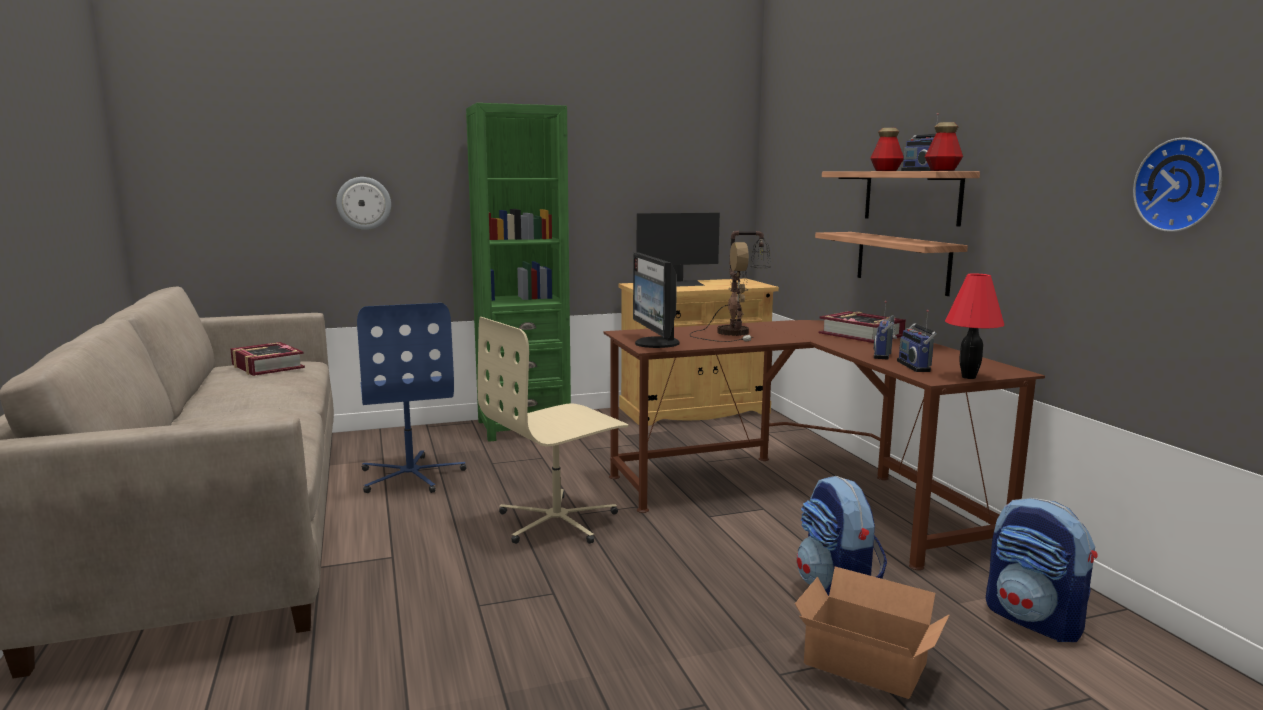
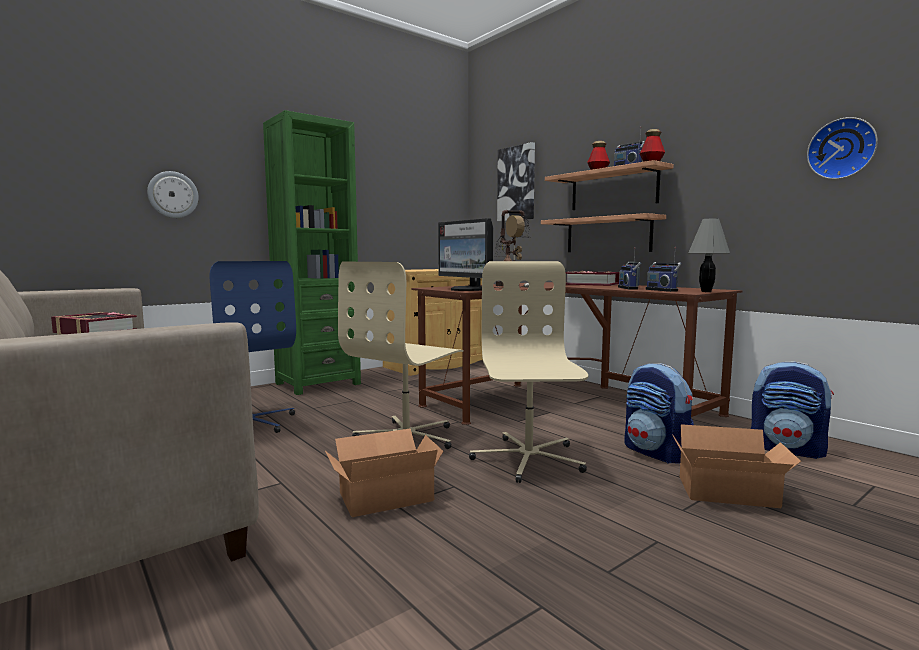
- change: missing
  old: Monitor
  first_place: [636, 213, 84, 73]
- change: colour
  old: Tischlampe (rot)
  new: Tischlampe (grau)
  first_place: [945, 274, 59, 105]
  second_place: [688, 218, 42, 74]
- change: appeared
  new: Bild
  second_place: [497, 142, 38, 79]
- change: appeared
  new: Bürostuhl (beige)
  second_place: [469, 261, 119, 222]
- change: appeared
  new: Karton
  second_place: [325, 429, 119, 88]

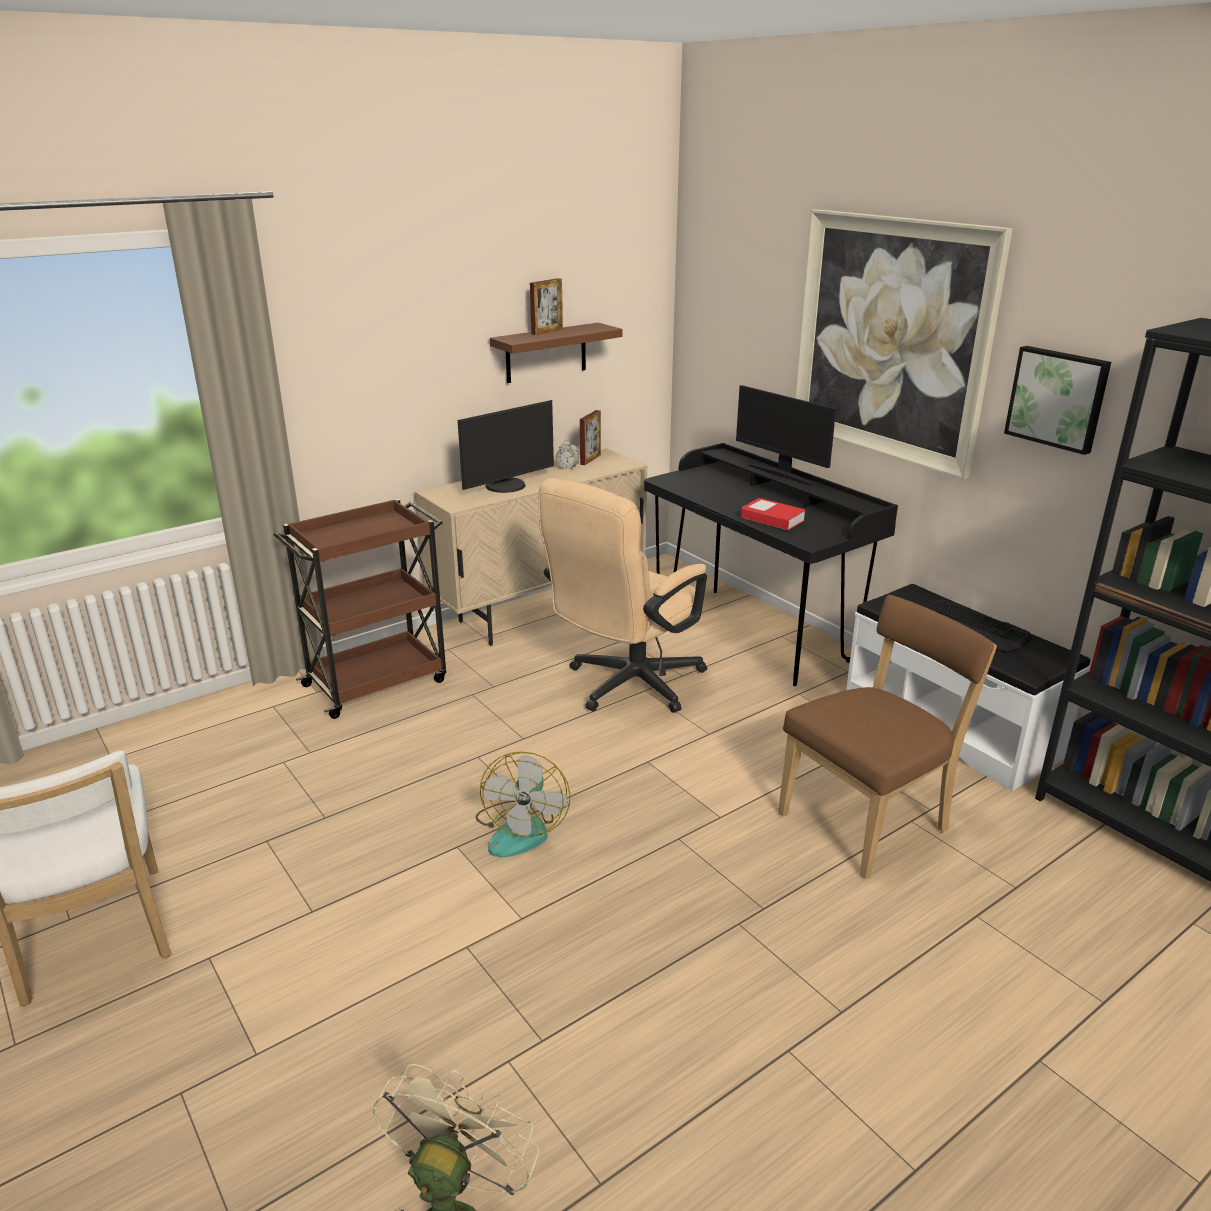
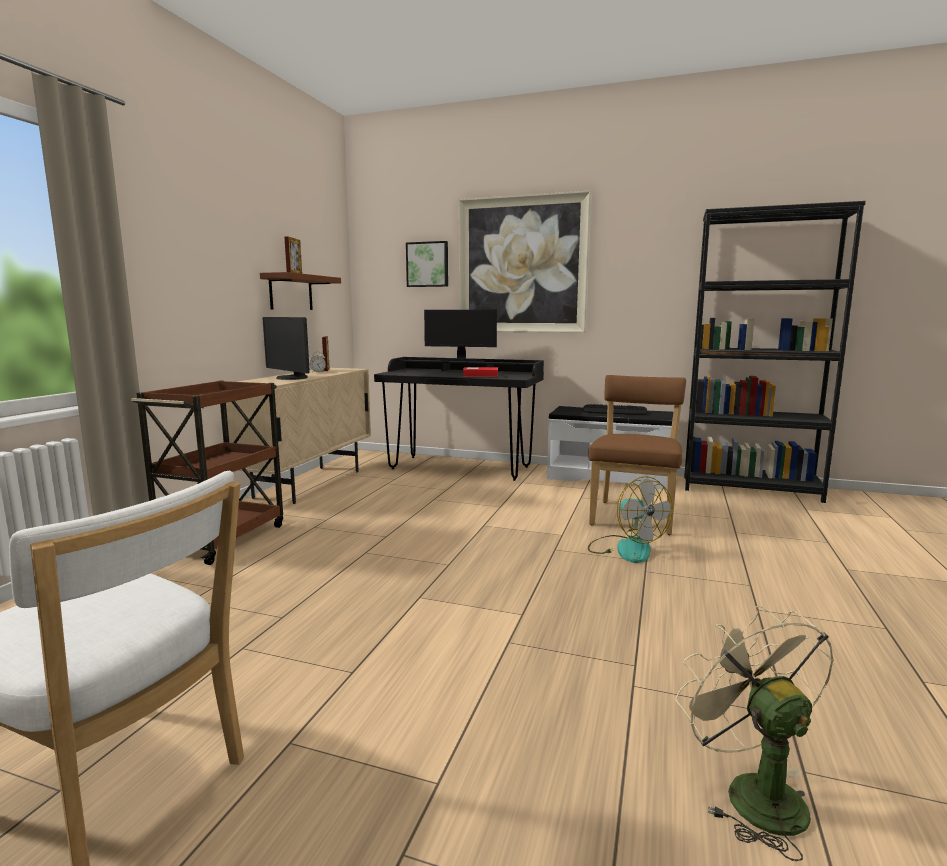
- change: relocated
  old: Bild
  first_place: [1004, 346, 107, 109]
  second_place: [406, 241, 42, 46]
- change: spun
  old: Monitor
  first_place: [458, 400, 96, 93]
  second_place: [263, 317, 47, 63]
  degrees: 120
- change: missing
  old: Bürostuhl (beige)
  first_place: [538, 478, 169, 235]
- change: relocated
  old: Ventilator
  first_place: [476, 751, 95, 106]
  second_place: [588, 476, 85, 87]

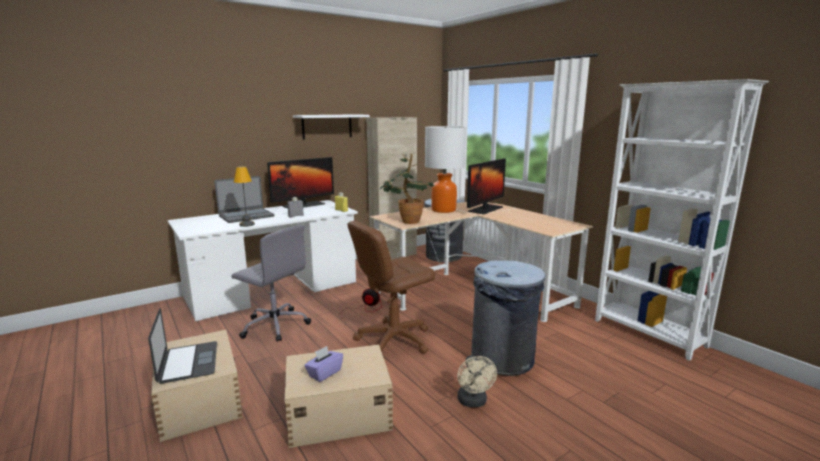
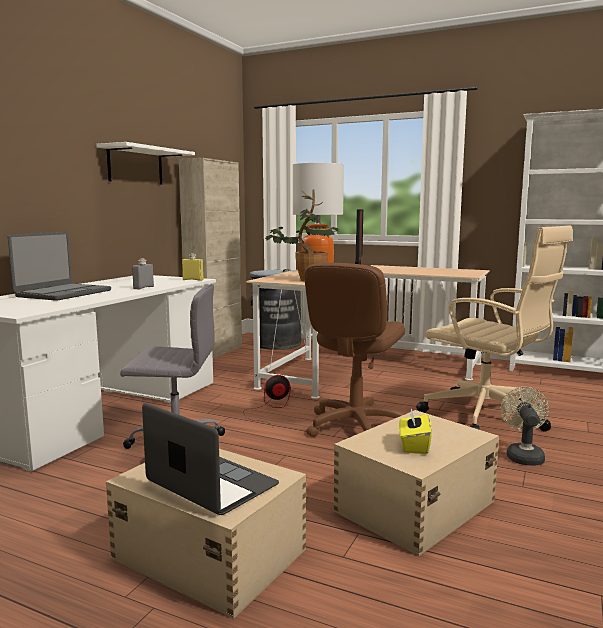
- change: missing
  old: Monitor
  first_place: [267, 157, 67, 52]
- change: missing
  old: Tischlampe
  first_place: [234, 166, 21, 61]
- change: exchanged
  old: Mülleimer (grau)
  new: Bürostuhl (beige)
  first_place: [471, 260, 75, 116]
  second_place: [416, 225, 156, 206]
- change: colour
  old: Taschentuchbox (lila)
  new: Taschentuchbox (gelb)
  first_place: [304, 346, 39, 36]
  second_place: [399, 408, 33, 46]
- change: spun
  old: Ventilator (beige)
  first_place: [457, 355, 40, 53]
  second_place: [501, 387, 48, 79]
  degrees: -135

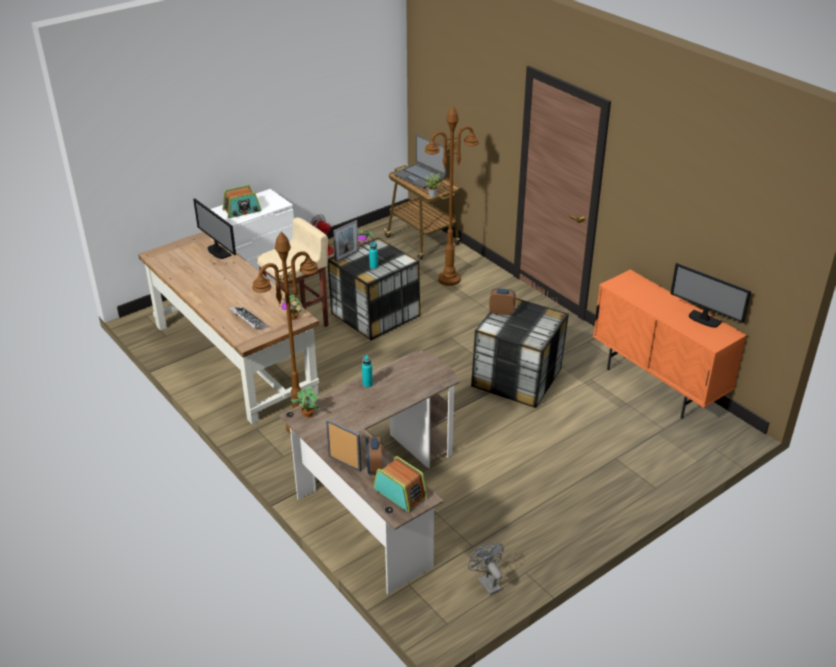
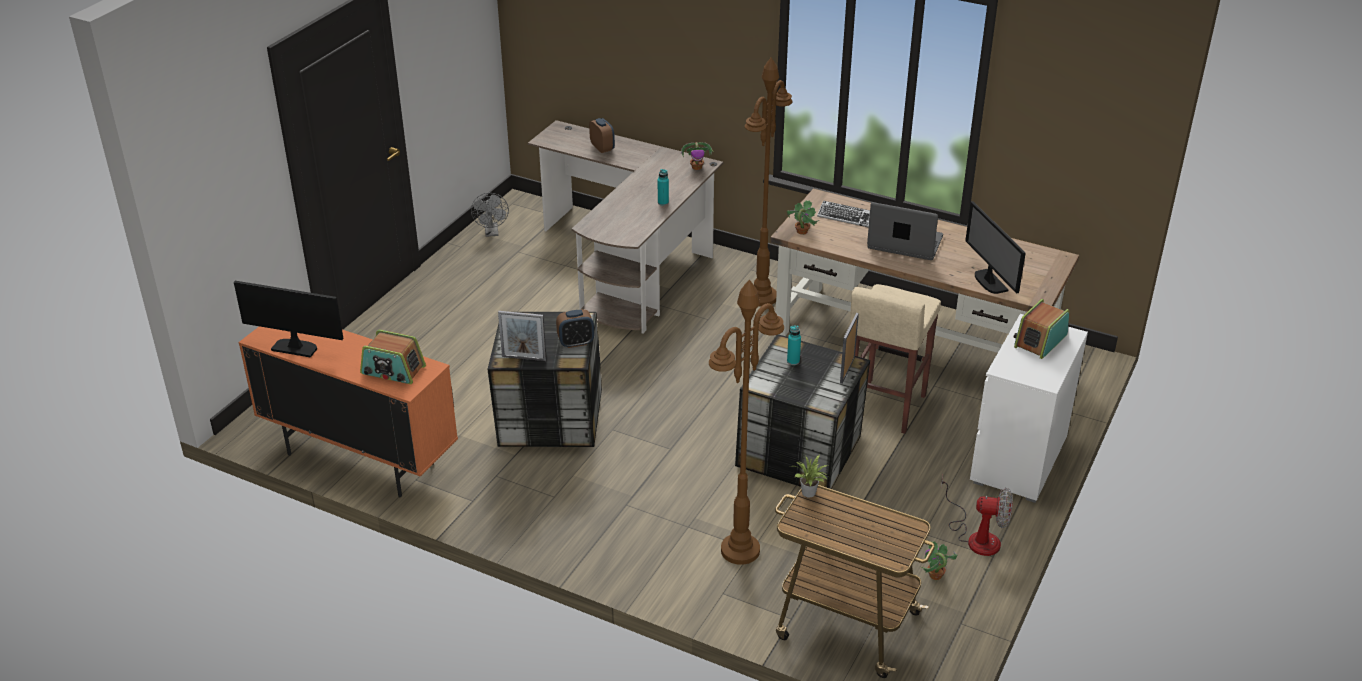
- change: relocated
  old: Laptop
  first_place: [394, 135, 52, 54]
  second_place: [867, 202, 76, 58]
- change: spun
  old: Monitor
  first_place: [193, 199, 43, 60]
  second_place: [965, 201, 61, 93]
  degrees: -135
- change: relocated
  old: Bilderrahmen
  first_place: [326, 419, 35, 52]
  second_place: [498, 311, 48, 50]
- change: relocated
  old: Radio
  first_place: [374, 456, 54, 56]
  second_place: [360, 330, 66, 54]
- change: spun
  old: Ventilator (grau)
  first_place: [468, 543, 36, 52]
  second_place: [471, 193, 38, 44]
  degrees: 45

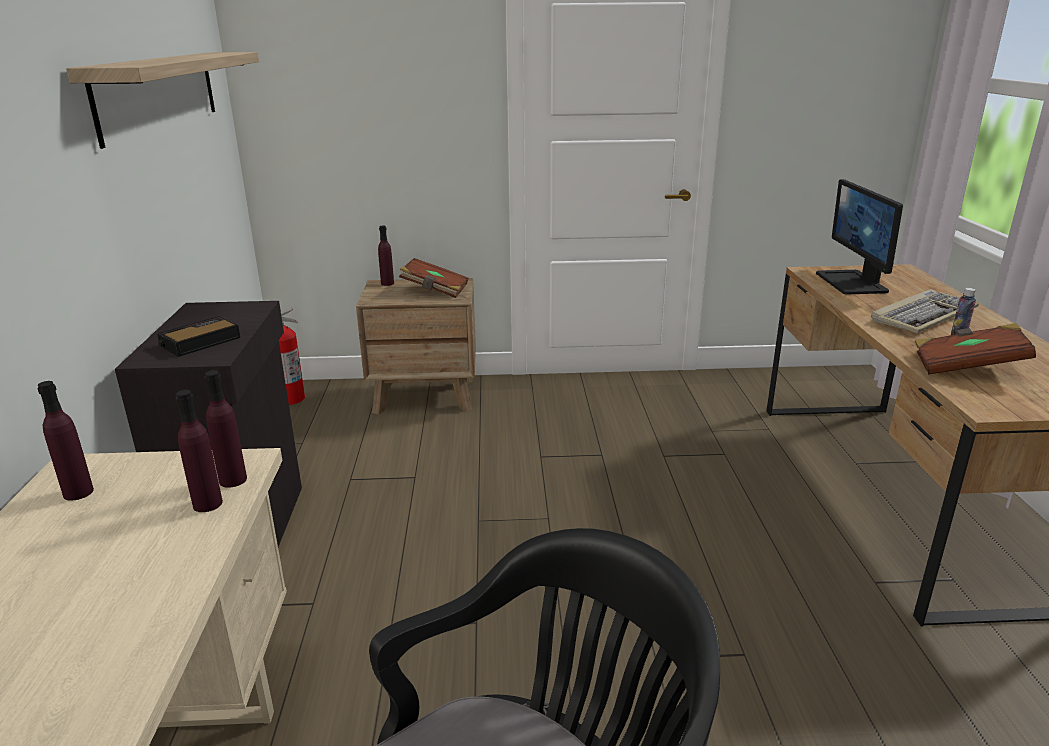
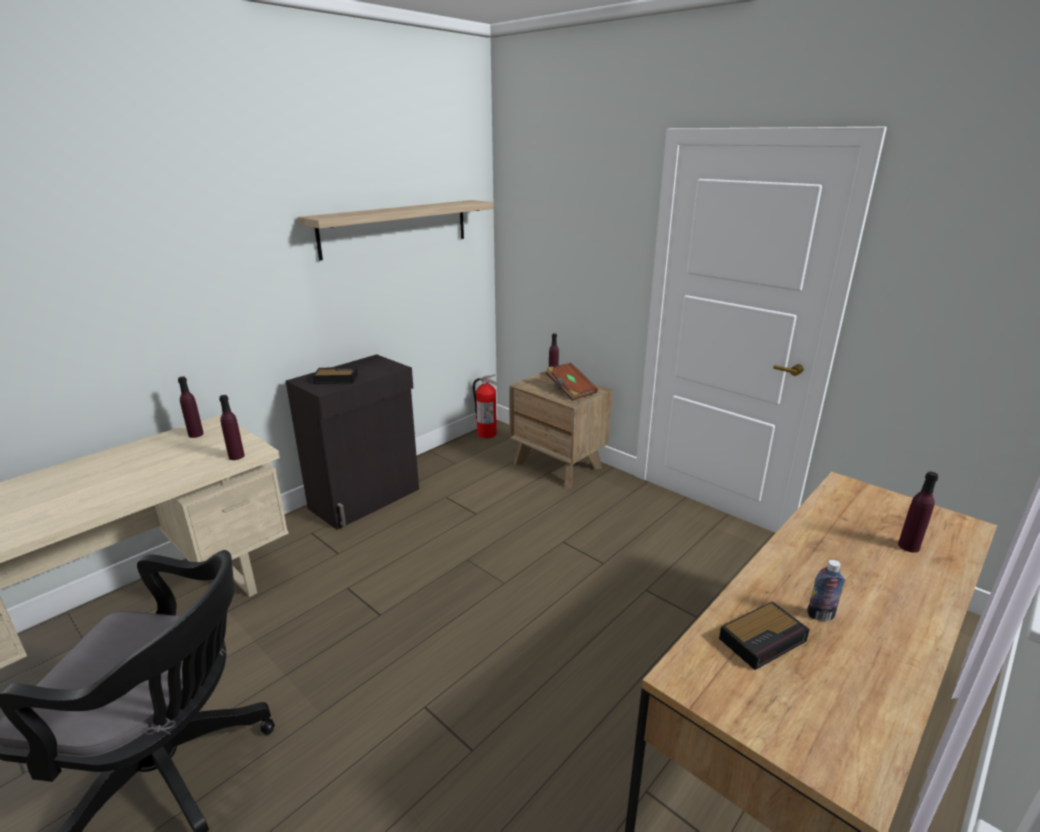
- change: missing
  old: Monitor
  first_place: [816, 179, 87, 115]
- change: missing
  old: Tastatur
  first_place: [871, 289, 108, 44]
- change: exchanged
  old: Buch (braun)
  new: Wecker
  first_place: [915, 323, 121, 52]
  second_place: [719, 601, 91, 69]
- change: relocated
  old: Flasche (lila)
  first_place: [175, 390, 48, 122]
  second_place: [898, 472, 40, 81]

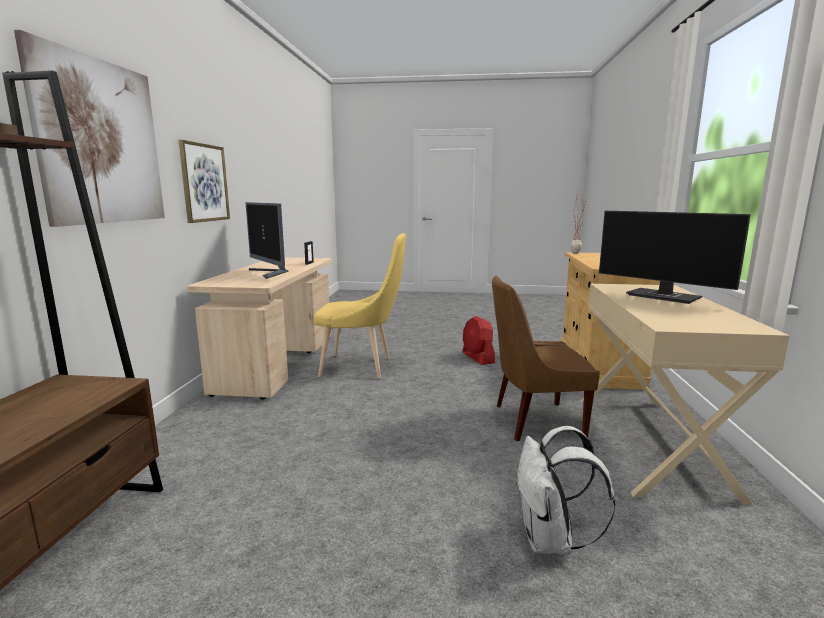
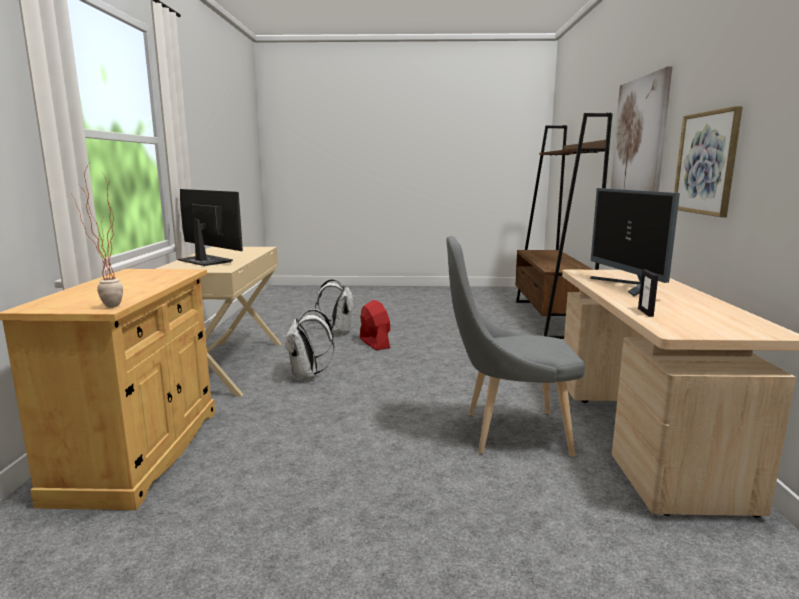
- change: spun
  old: Monitor
  first_place: [246, 202, 42, 77]
  second_place: [590, 188, 90, 108]
  degrees: -150
- change: colour
  old: Stuhl (gelb)
  new: Stuhl (grau)
  first_place: [314, 233, 92, 145]
  second_place: [446, 236, 139, 221]
- change: exchanged
  old: Stuhl (braun)
  new: Rucksack (weiß)
  first_place: [492, 276, 108, 165]
  second_place: [285, 309, 49, 71]
- change: relocated
  old: Ventilator (rot)
  first_place: [463, 316, 32, 49]
  second_place: [360, 300, 30, 50]

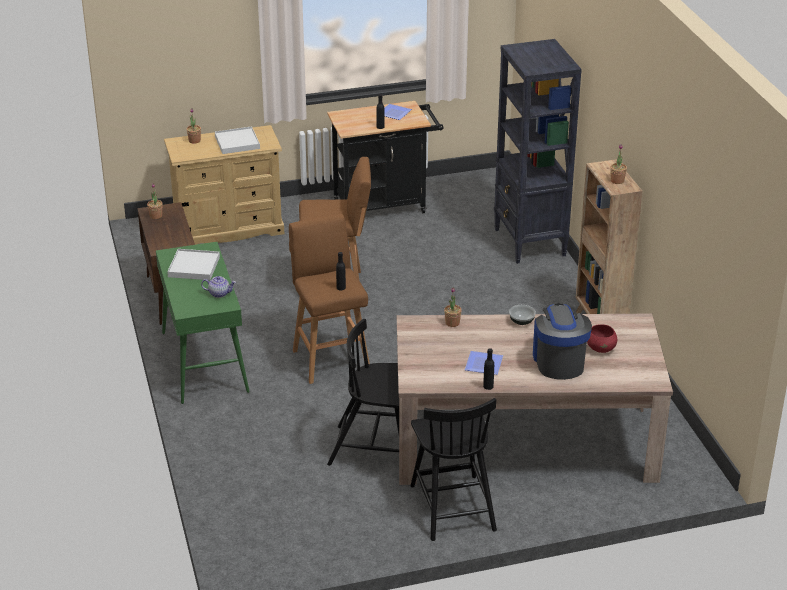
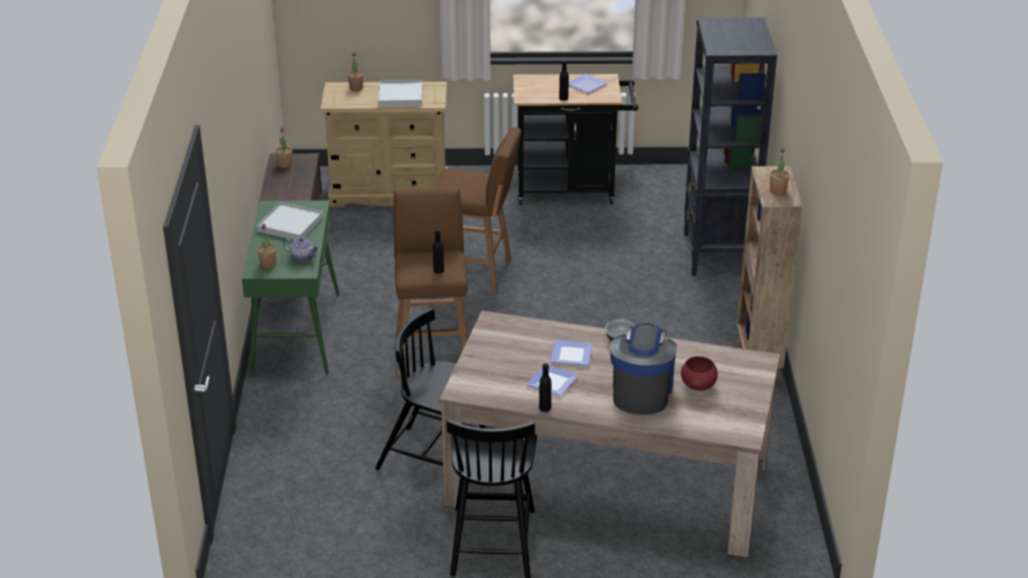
- change: relocated
  old: Topfpflanze
  first_place: [444, 288, 18, 39]
  second_place: [257, 224, 19, 44]
- change: appeared
  new: Teller
  second_place: [550, 340, 43, 26]

